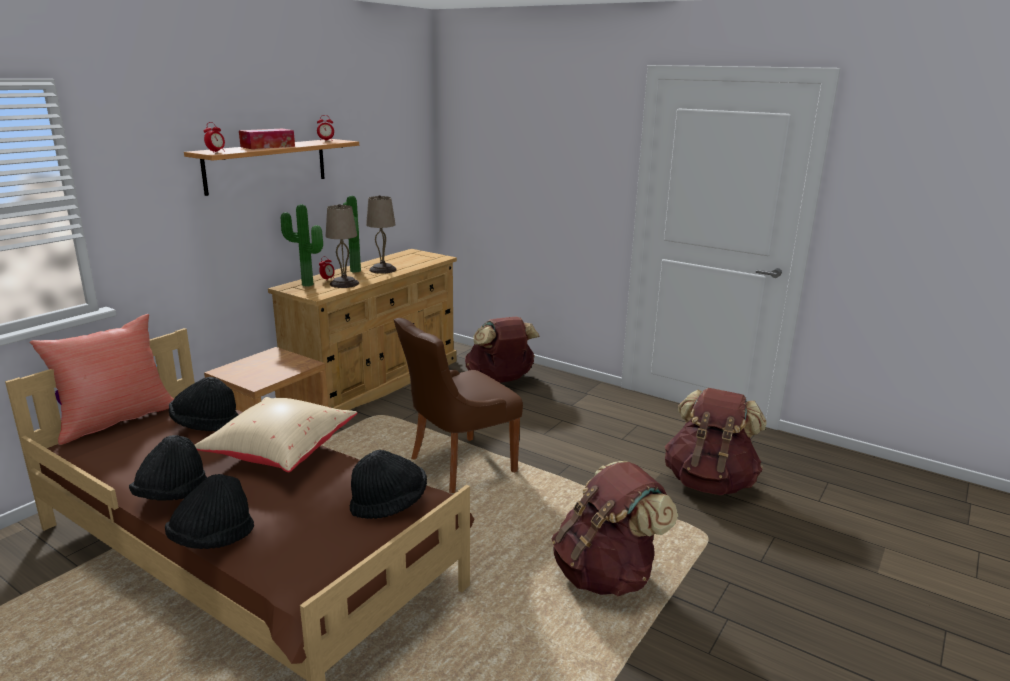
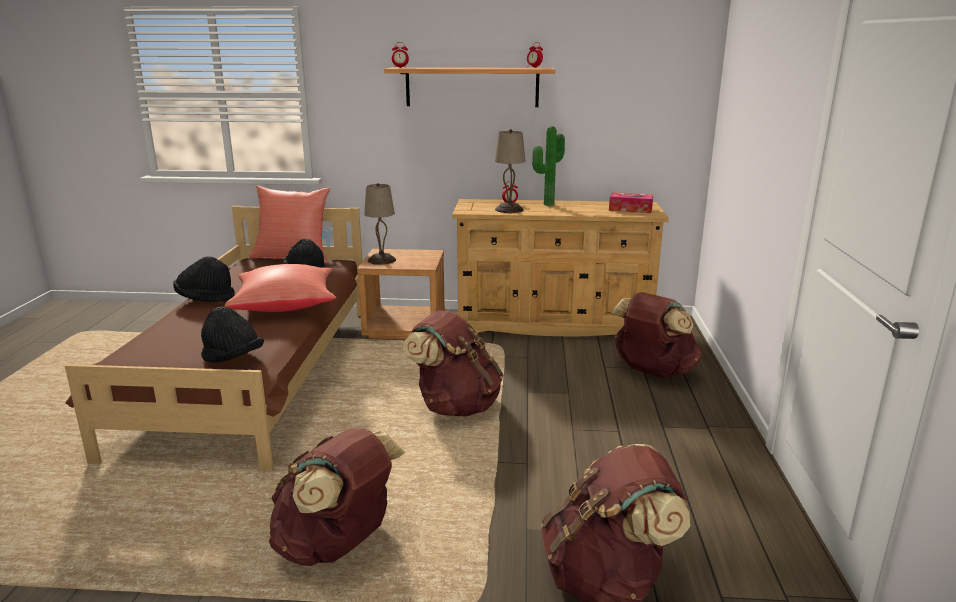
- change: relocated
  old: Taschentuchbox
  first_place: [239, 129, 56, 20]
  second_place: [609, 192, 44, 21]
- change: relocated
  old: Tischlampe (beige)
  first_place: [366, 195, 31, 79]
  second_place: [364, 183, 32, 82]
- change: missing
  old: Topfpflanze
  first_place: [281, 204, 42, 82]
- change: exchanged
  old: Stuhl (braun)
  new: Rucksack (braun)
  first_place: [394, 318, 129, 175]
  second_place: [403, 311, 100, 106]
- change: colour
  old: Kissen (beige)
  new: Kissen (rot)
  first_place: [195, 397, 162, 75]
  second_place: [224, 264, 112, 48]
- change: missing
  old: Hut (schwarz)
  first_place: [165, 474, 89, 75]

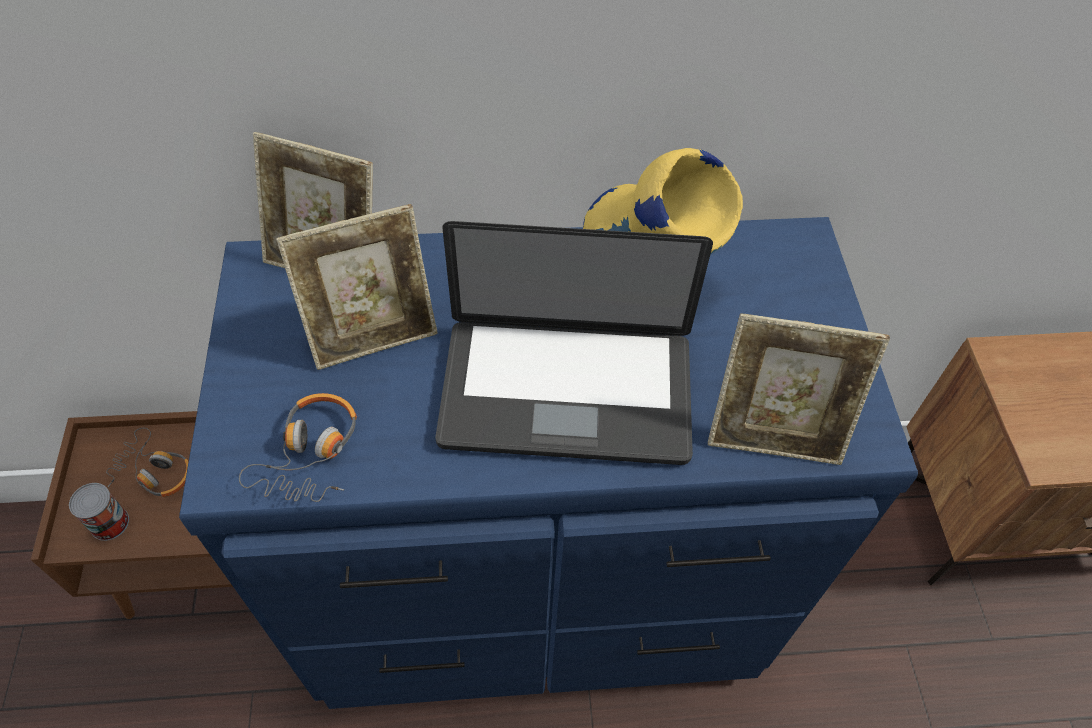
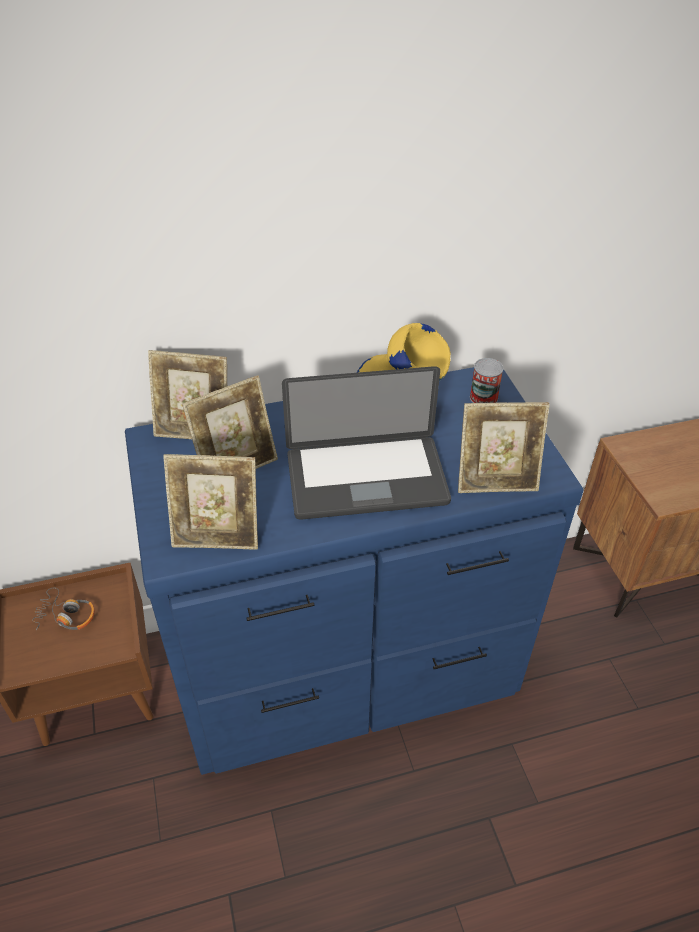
- change: exchanged
  old: Kopfhörer
  new: Bilderrahmen
  first_place: [239, 393, 118, 109]
  second_place: [163, 454, 95, 96]
- change: relocated
  old: Dose
  first_place: [69, 483, 60, 58]
  second_place: [470, 358, 34, 45]

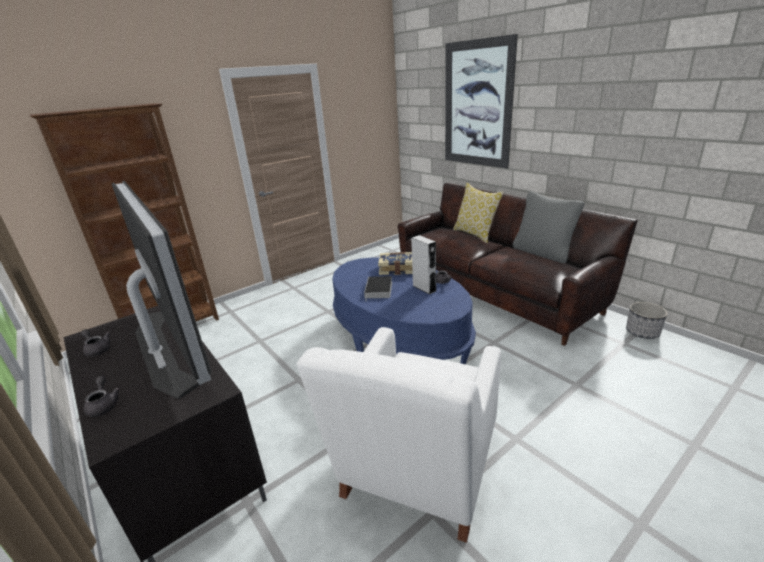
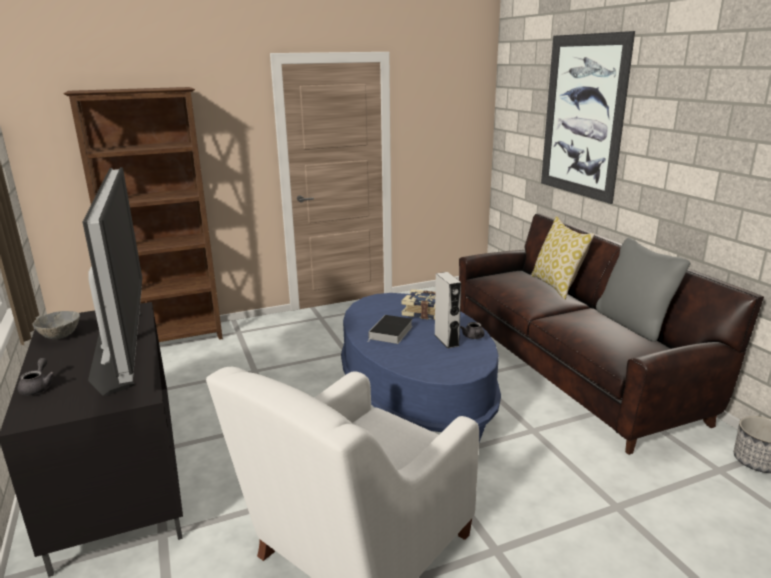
- change: exchanged
  old: Teekanne (grau)
  new: Schüssel (grau)
  first_place: [81, 329, 29, 28]
  second_place: [32, 311, 48, 28]

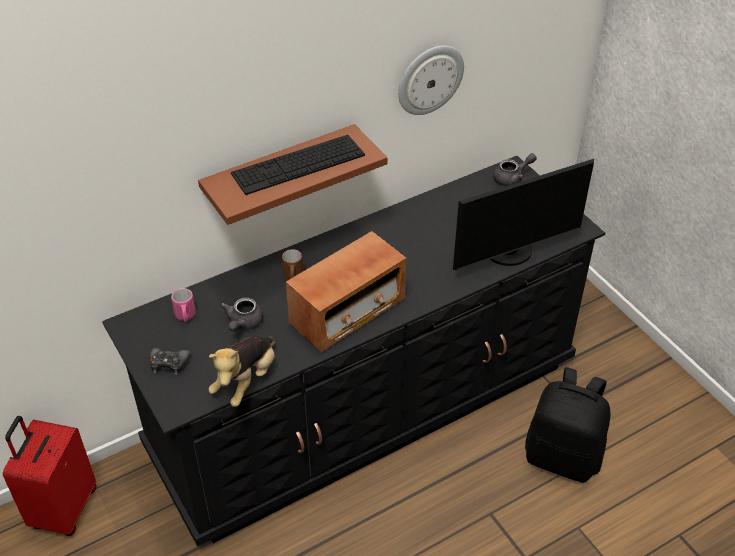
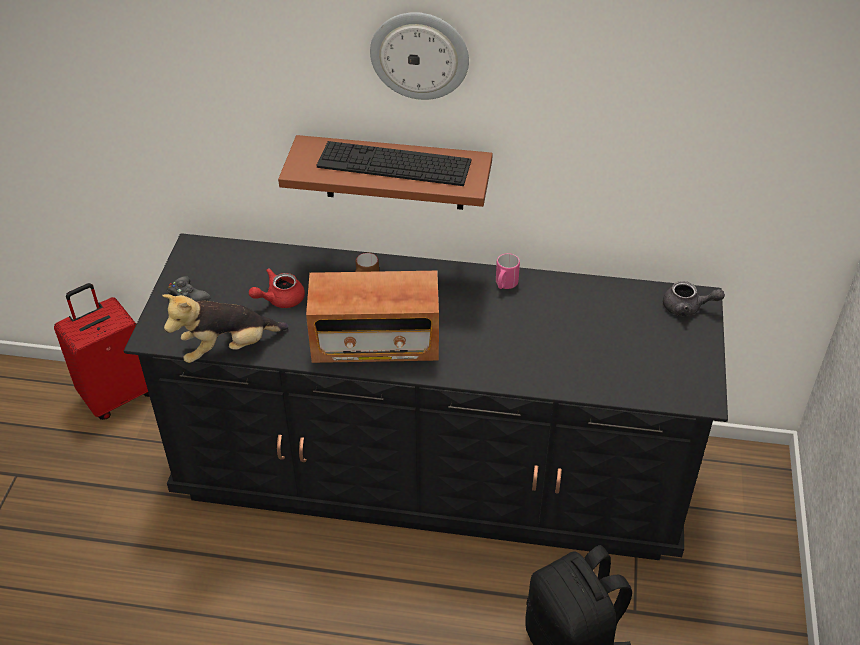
- change: relocated
  old: Wanduhr
  first_place: [398, 46, 66, 69]
  second_place: [370, 12, 99, 88]
- change: missing
  old: Monitor
  first_place: [453, 159, 141, 111]
- change: relocated
  old: Henkelbecher (rosa)
  first_place: [171, 288, 25, 34]
  second_place: [496, 253, 24, 36]
- change: colour
  old: Teekanne (grau)
  new: Teekanne (rot)
  first_place: [220, 297, 44, 34]
  second_place: [249, 268, 56, 40]

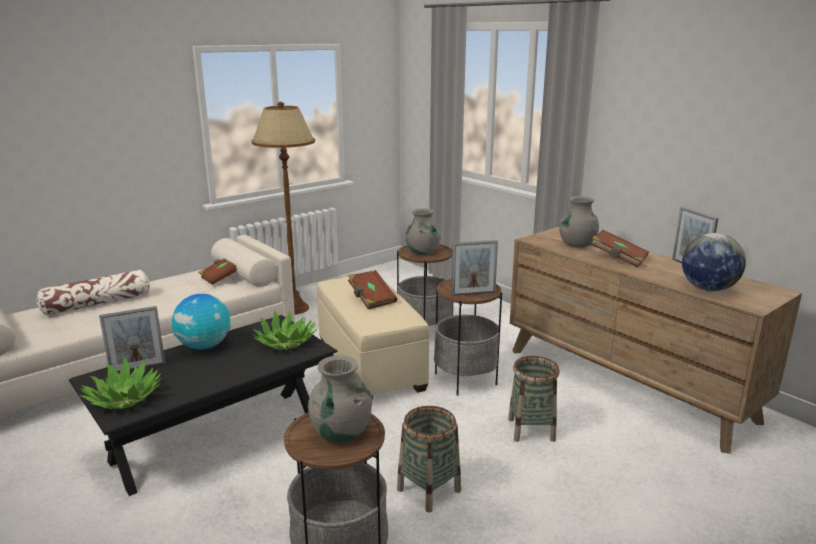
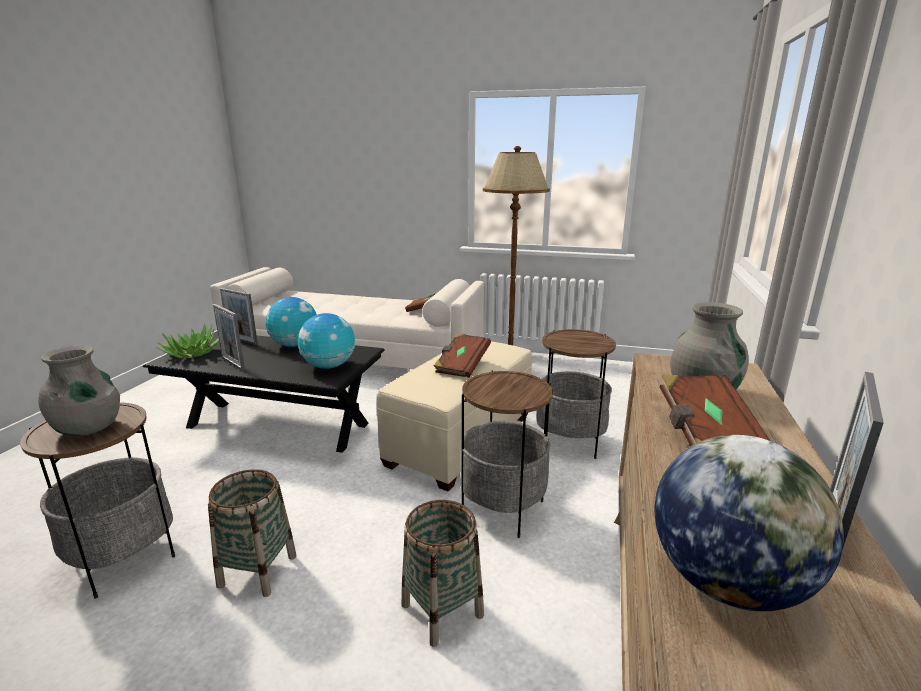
- change: missing
  old: Vase (grau)
  first_place: [406, 208, 35, 47]
- change: relocated
  old: Bilderrahmen
  first_place: [451, 240, 47, 56]
  second_place: [213, 304, 32, 67]
- change: missing
  old: Kissen
  first_place: [37, 270, 112, 46]
- change: exchanged
  old: Topfpflanze
  new: Globus
  first_place: [252, 310, 65, 40]
  second_place: [298, 313, 57, 56]

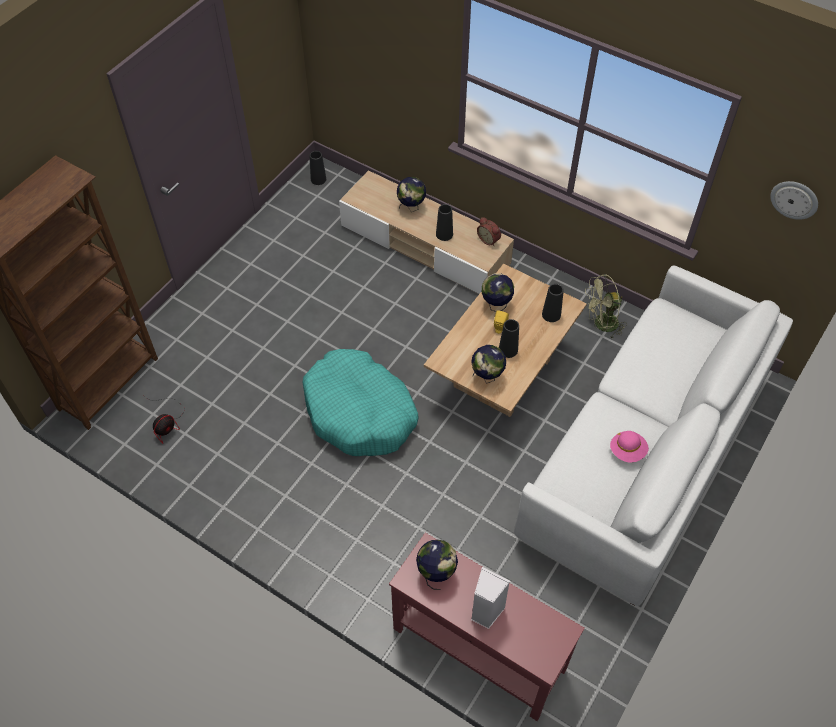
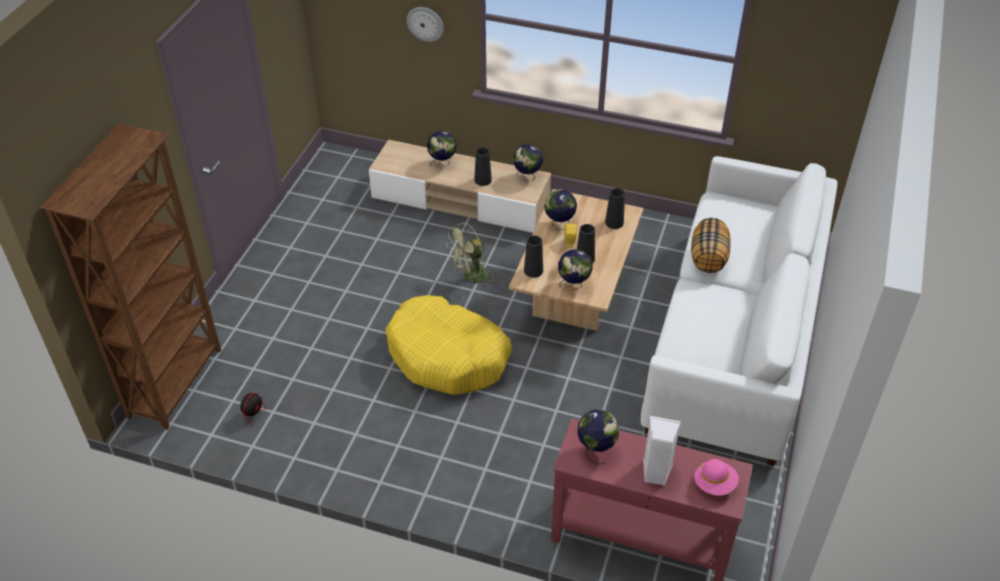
- change: relocated
  old: Vase (schwarz)
  first_place: [310, 151, 16, 34]
  second_place: [524, 235, 19, 43]
- change: relocated
  old: Wanduhr
  first_place: [770, 181, 48, 39]
  second_place: [407, 7, 37, 35]
- change: exchanged
  old: Wecker
  new: Globus
  first_place: [477, 217, 24, 29]
  second_place: [513, 144, 30, 37]
- change: relocated
  old: Ventilator (grün)
  first_place: [585, 274, 42, 65]
  second_place: [446, 222, 50, 65]
- change: colour
  old: Hundebett (türkis)
  new: Hundebett (gelb)
  first_place: [303, 349, 116, 107]
  second_place: [386, 295, 125, 100]
- change: relocated
  old: Hut (rosa)
  first_place: [610, 431, 39, 31]
  second_place: [694, 459, 45, 37]
- change: appeared
  new: Kissen
  second_place: [691, 218, 40, 55]

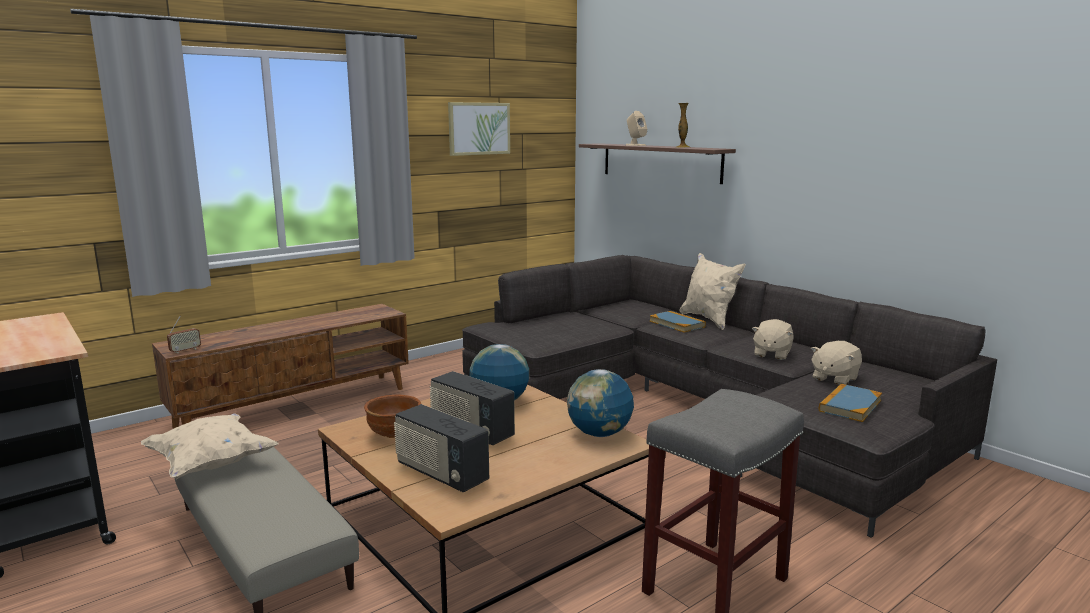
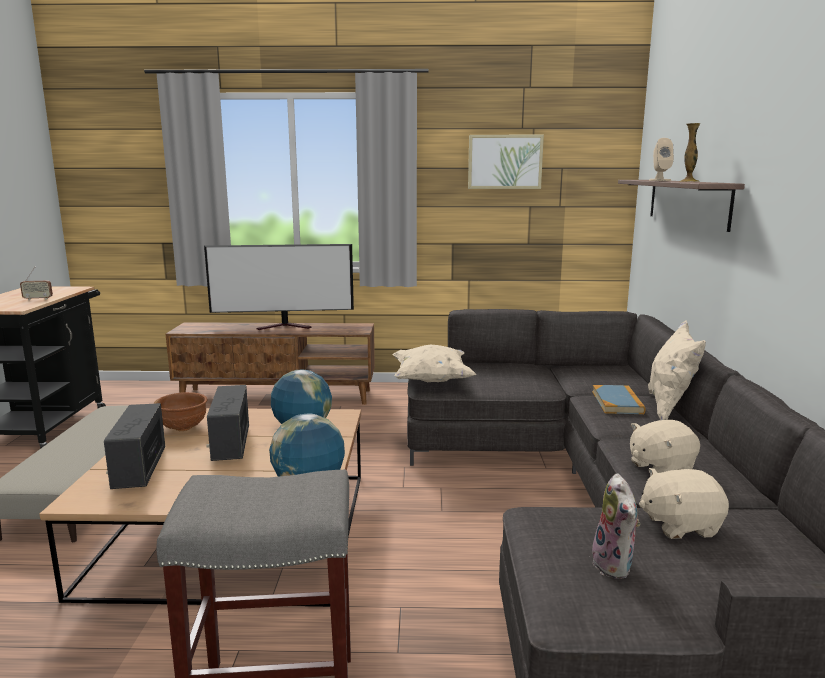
- change: relocated
  old: Radio
  first_place: [167, 316, 34, 38]
  second_place: [20, 267, 33, 33]
- change: exchanged
  old: Buch
  new: Plüschtier
  first_place: [819, 384, 63, 38]
  second_place: [592, 473, 49, 106]
- change: relocated
  old: Kissen (beige)
  first_place: [141, 413, 138, 66]
  second_place: [393, 345, 83, 37]
- change: appeared
  new: Fernseher
  second_place: [204, 244, 150, 86]

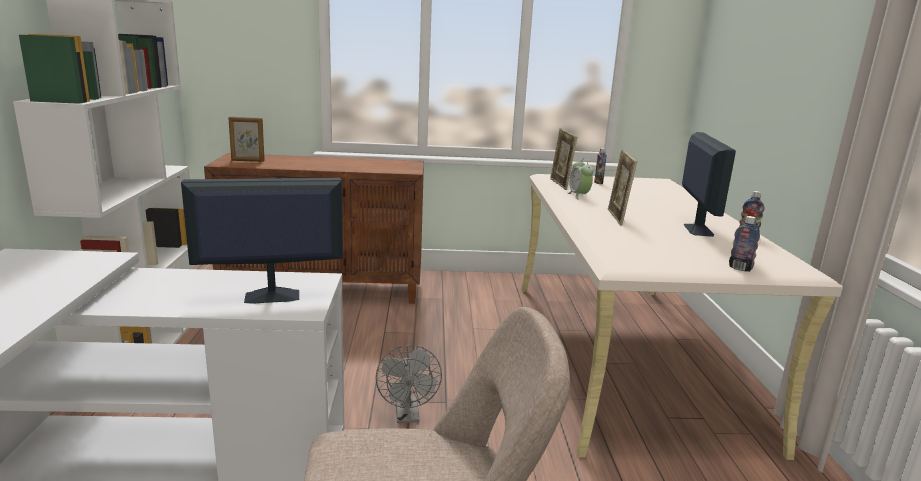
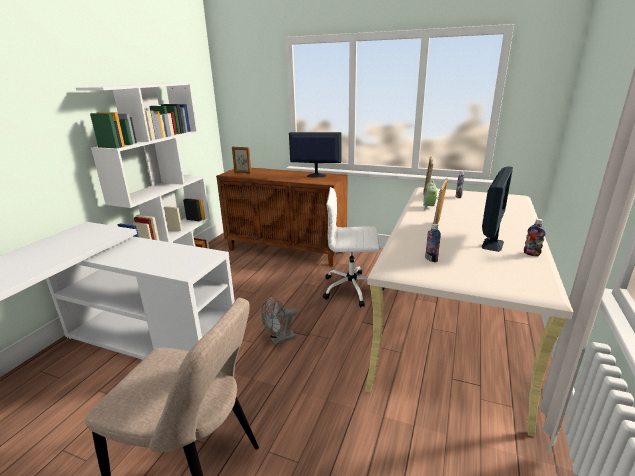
- change: relocated
  old: Monitor
  first_place: [181, 178, 162, 126]
  second_place: [289, 132, 52, 45]
- change: relocated
  old: Flasche
  first_place: [729, 216, 31, 56]
  second_place: [425, 224, 16, 38]
- change: spun
  old: Ventilator (grau)
  first_place: [376, 345, 66, 78]
  second_place: [261, 295, 36, 50]
  degrees: 45
- change: appeared
  new: Bürostuhl (weiß)
  second_place: [323, 187, 61, 120]

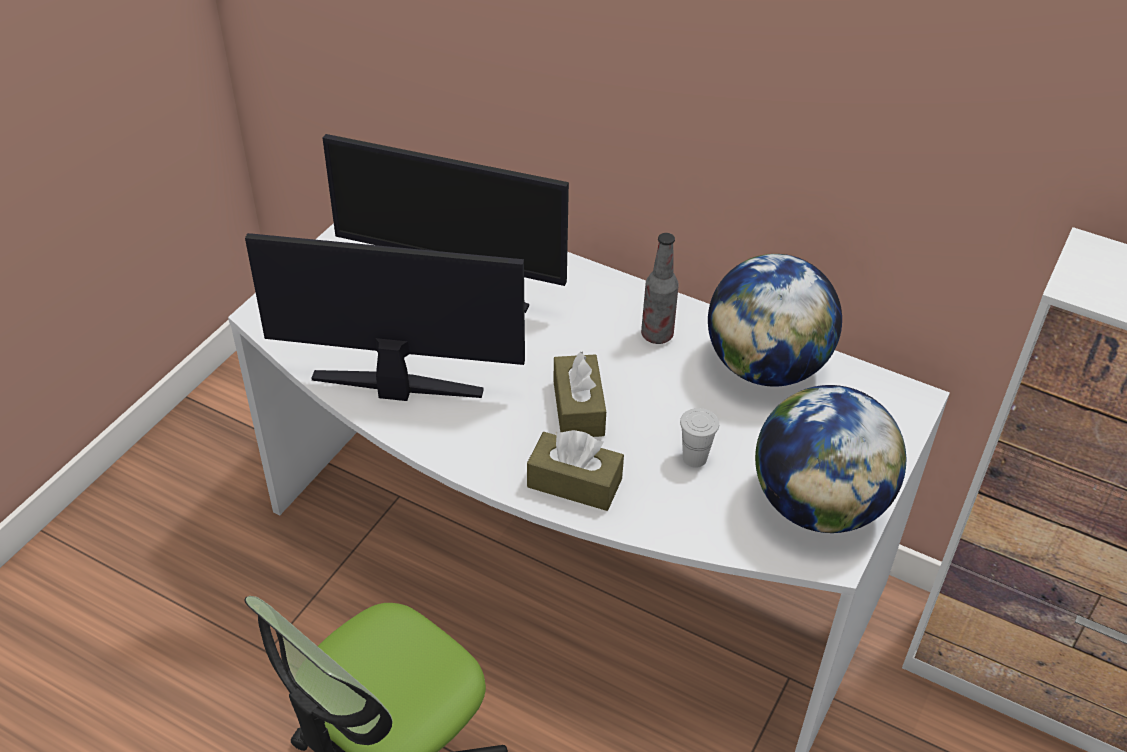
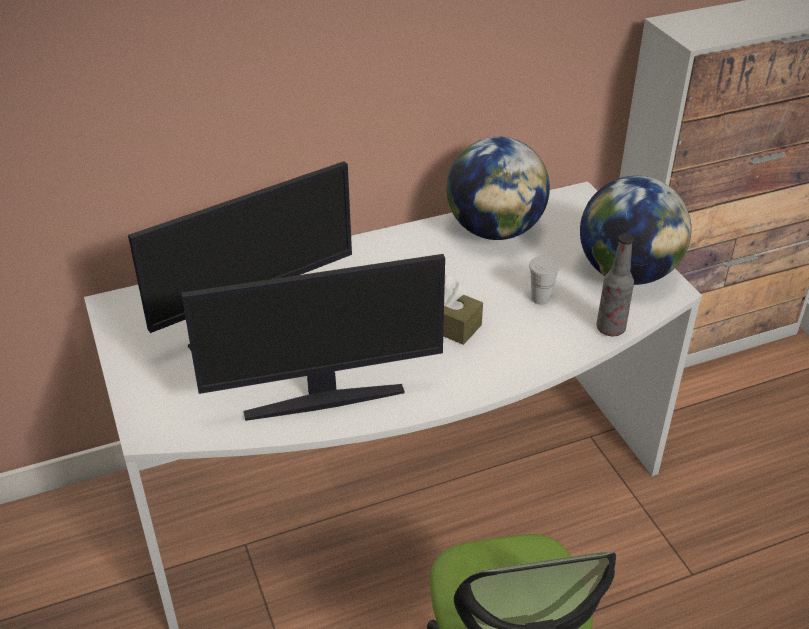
- change: spun
  old: Monitor
  first_place: [245, 233, 280, 168]
  second_place: [181, 254, 264, 167]
  degrees: -150
- change: relocated
  old: Flasche
  first_place: [641, 233, 38, 111]
  second_place: [596, 234, 38, 102]
- change: missing
  old: Taschentuchbox (braun)
  first_place: [527, 430, 97, 81]

